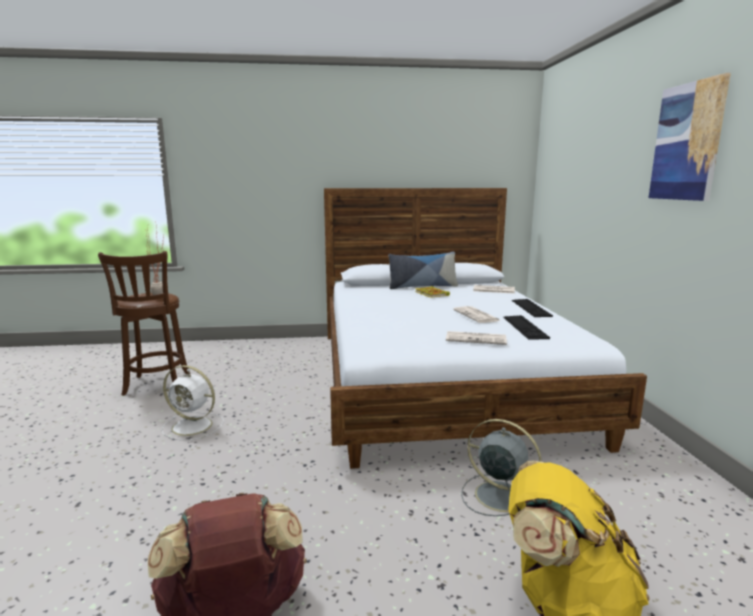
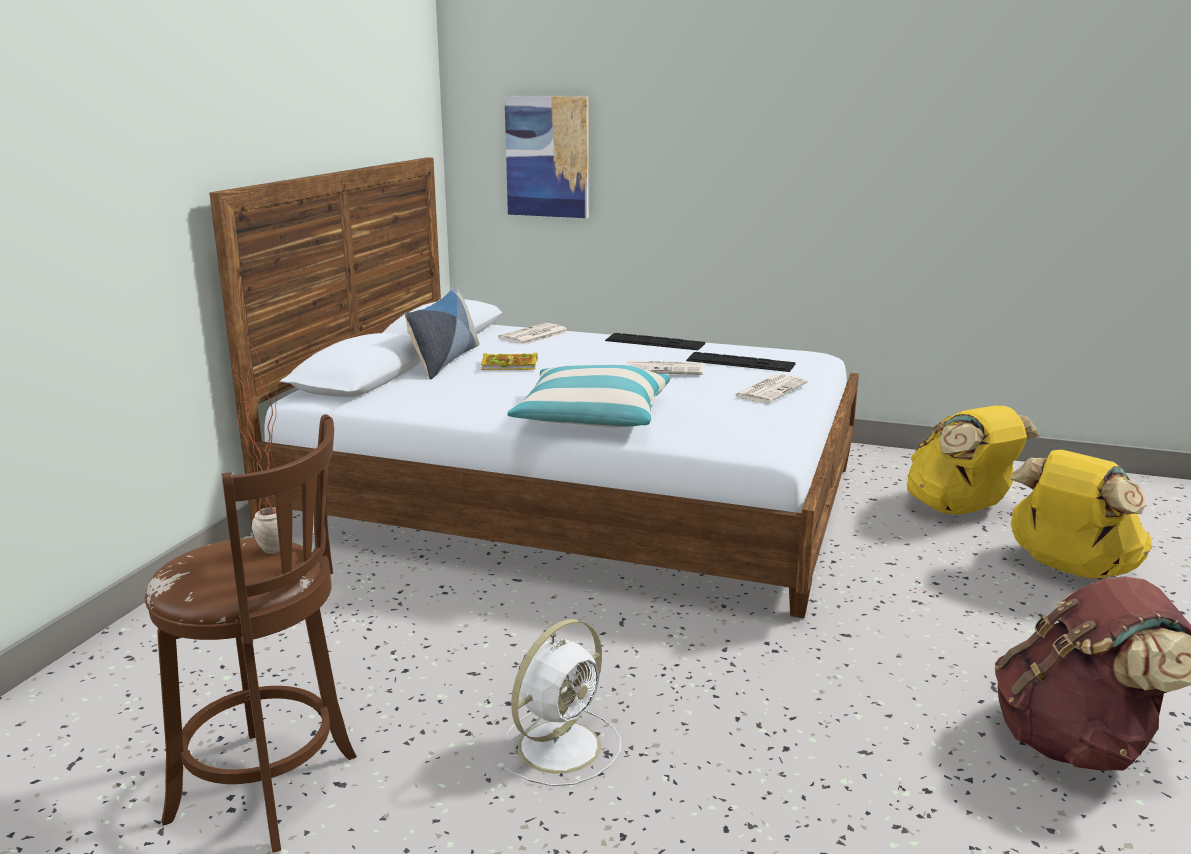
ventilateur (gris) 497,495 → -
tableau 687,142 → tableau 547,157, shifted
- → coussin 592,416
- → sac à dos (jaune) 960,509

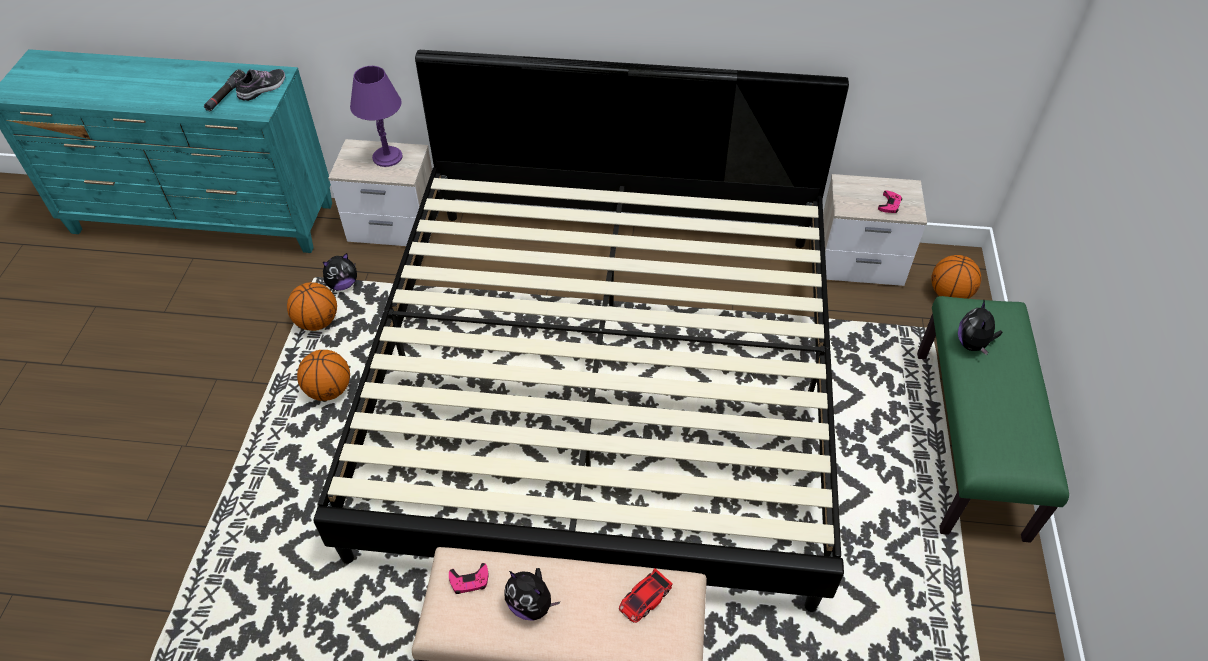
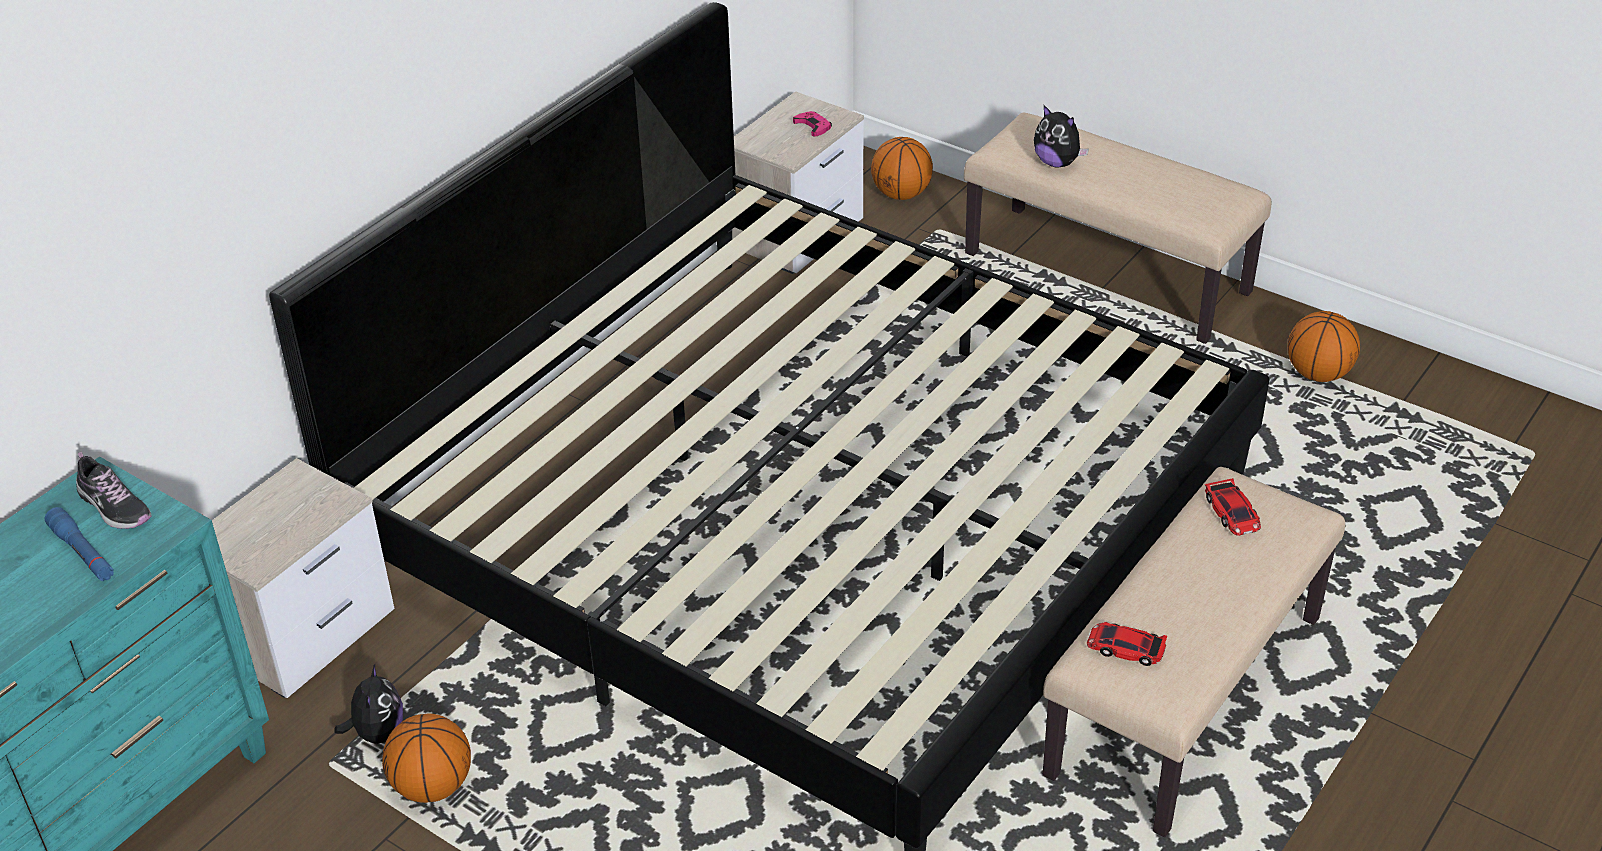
lampe de poche (noir) 226,95 → lampe de poche (bleu) 82,552
chaussure 262,89 → chaussure 114,507, 150 degrees clockwise
ballon de basket 329,390 → ballon de basket 1318,374, shifted
lampe de table (violet) 387,157 → -
manette (rose) 469,580 → petite voiture 1125,648
peluche 531,604 → -
banc (vert) 970,442 → banc (beige) 1108,273

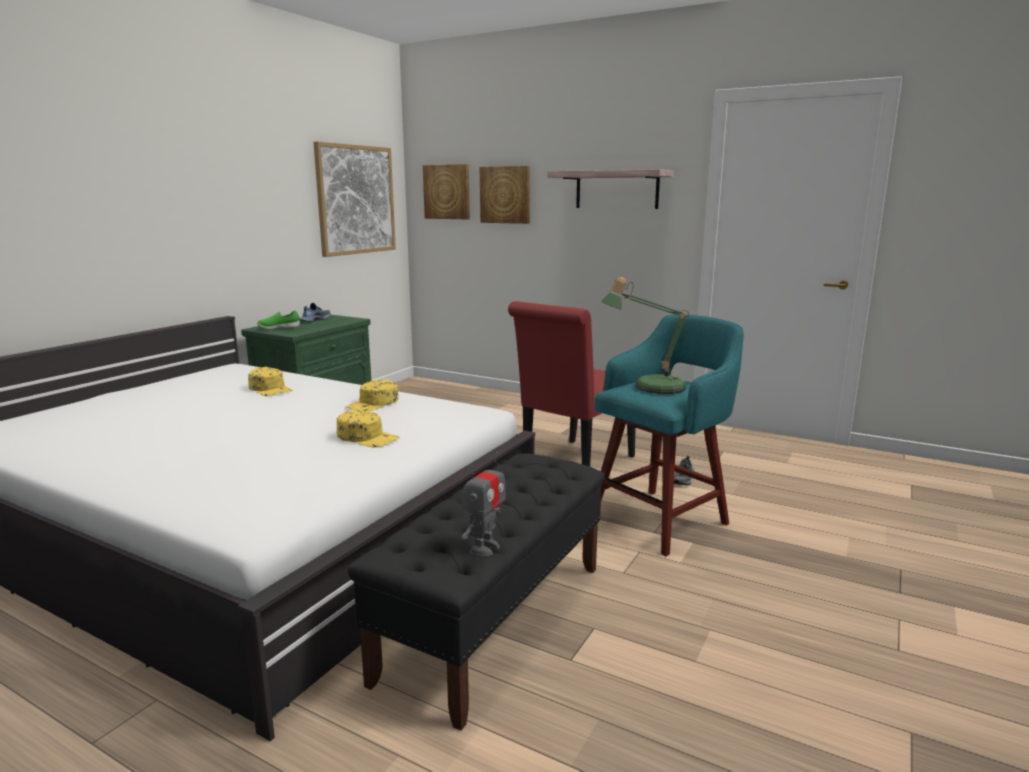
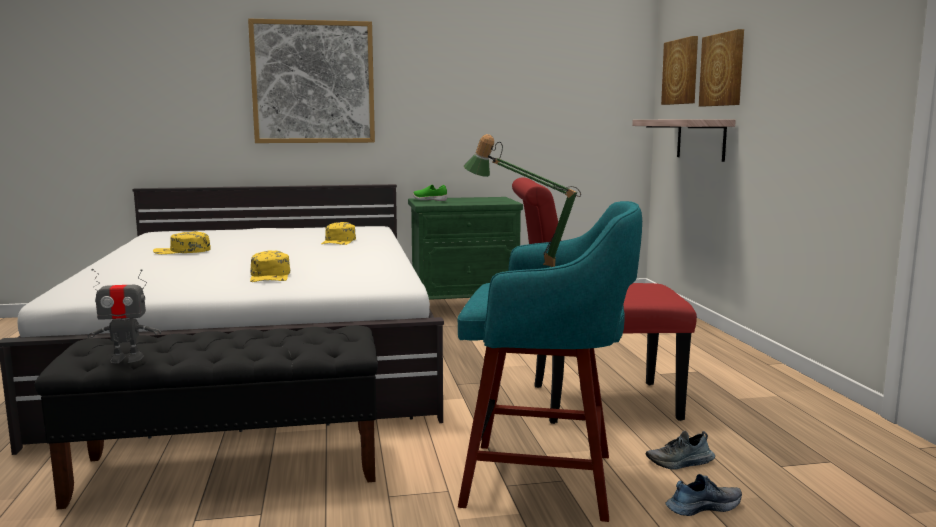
chaussure 315,320 → chaussure 702,507, shifted
tableau 356,200 → tableau 313,82, shifted
casquette (jaune) 373,404 → casquette (jaune) 182,251, shifted
étagère 617,190 → étagère 701,139, shifted

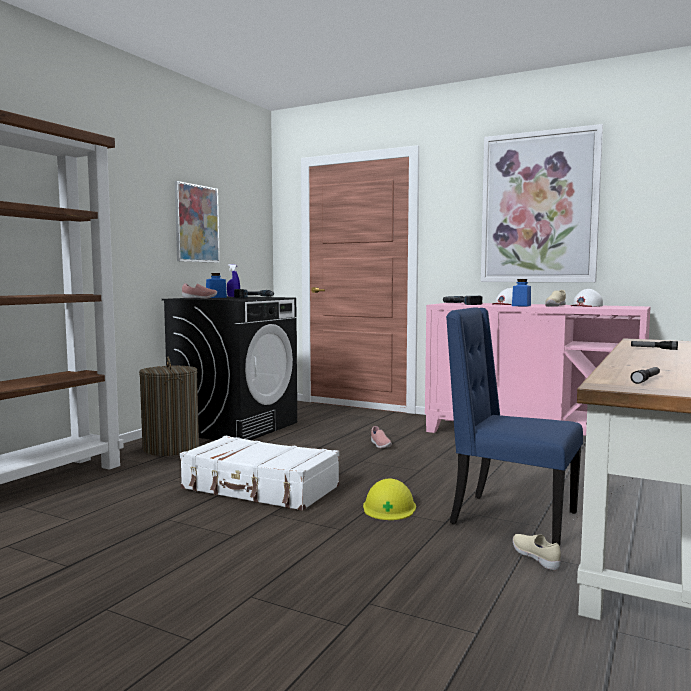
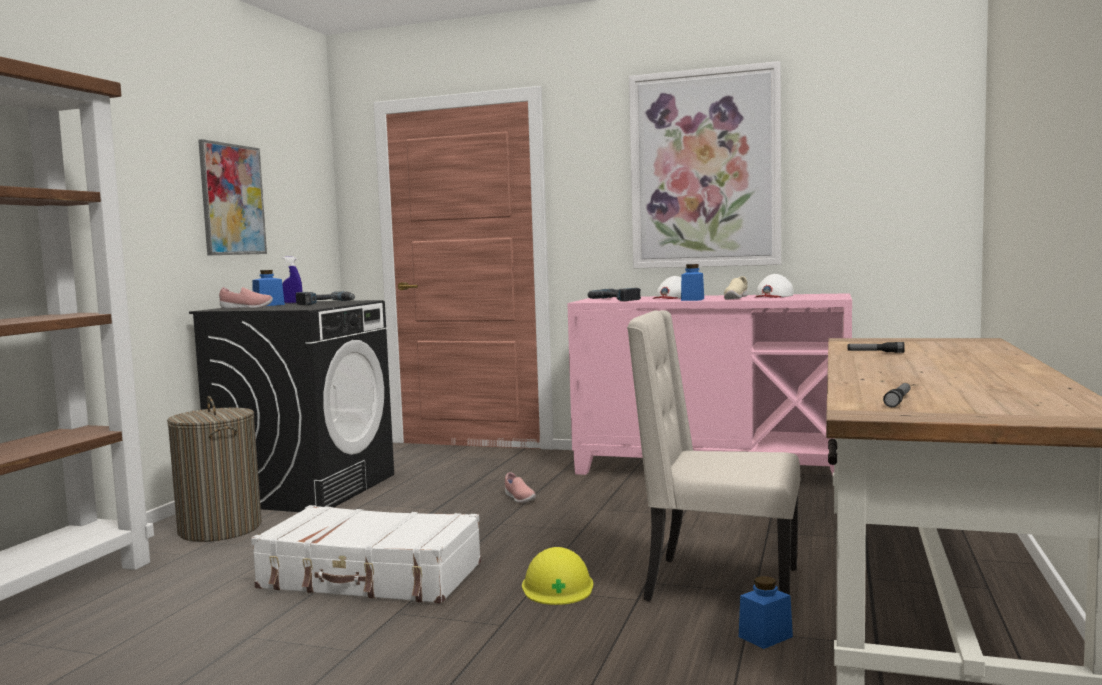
chaise (bleu) 510,518 → chaise (beige) 718,585
chaussure (beige) 536,558 → bocal (bleu) 765,636

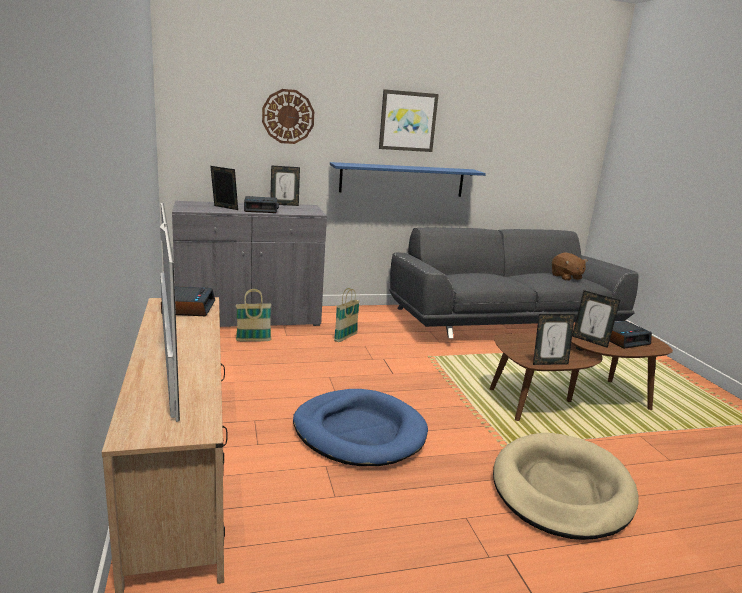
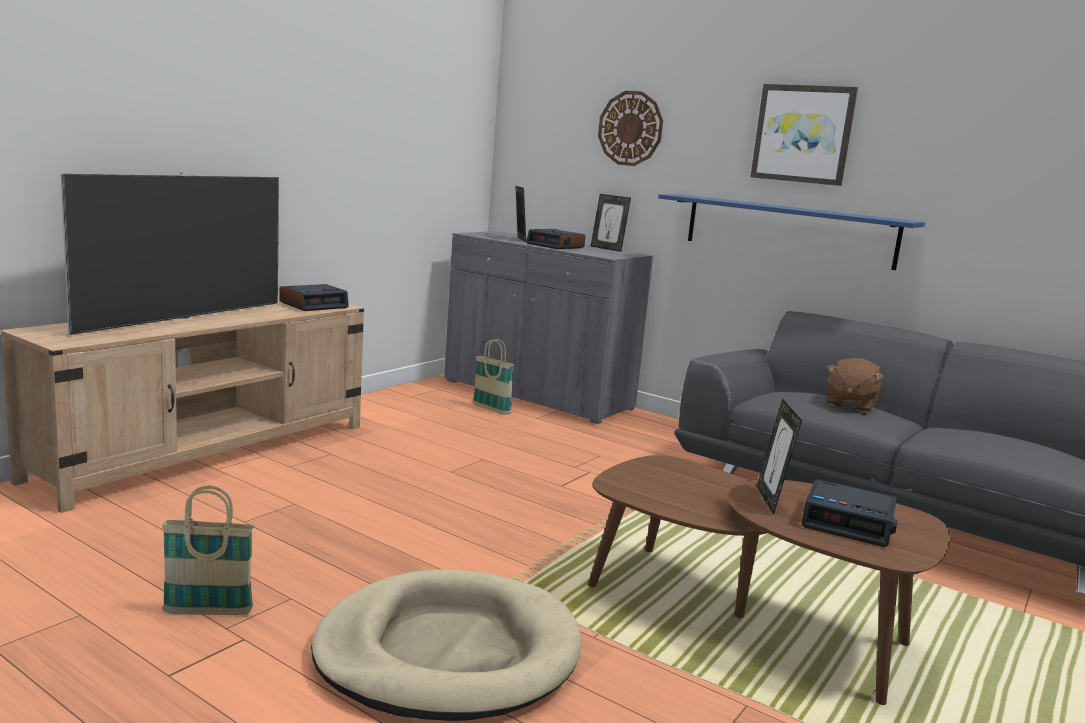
panier pour chien (bleu) 359,432 → -
panier 345,337 → panier 208,612, shifted
cadre photo 549,363 → -
peluche (marron) 566,277 → peluche (marron) 850,405, shifted

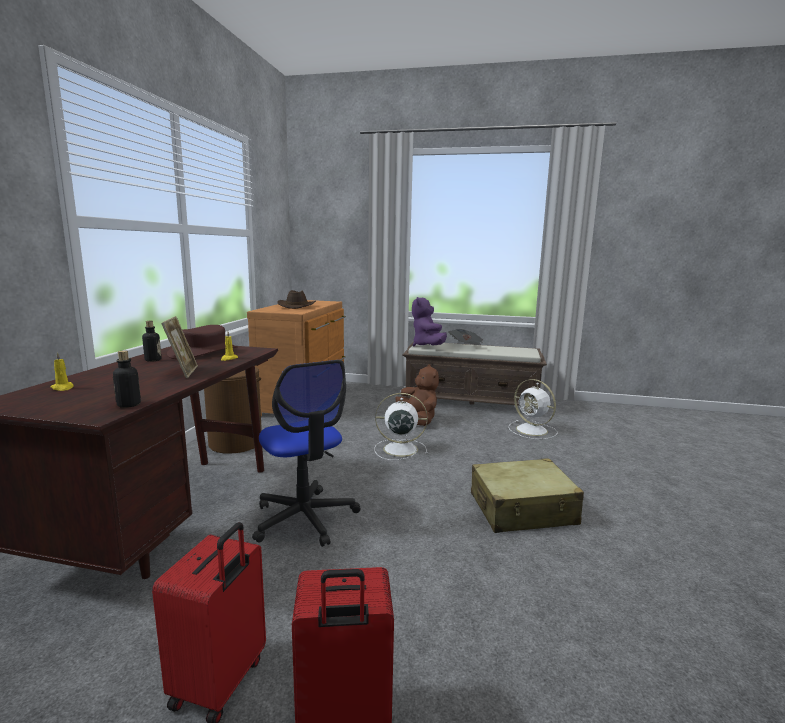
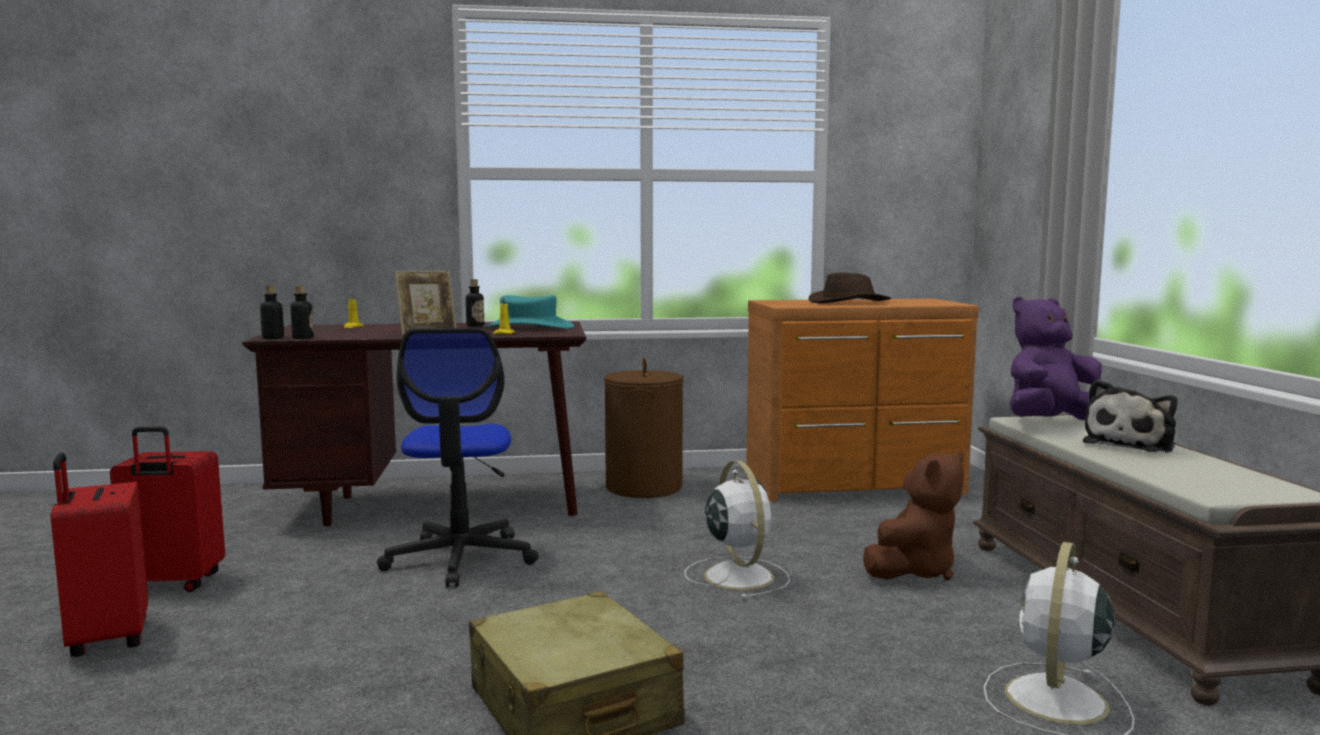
chapeau (marron) 204,352 → chapeau (turquoise) 529,328
chaise de bureau 305,518 → chaise de bureau 460,559, 45 degrees counterclockwise
journal 466,347 → peluche 1131,444
- → bouteille 273,338

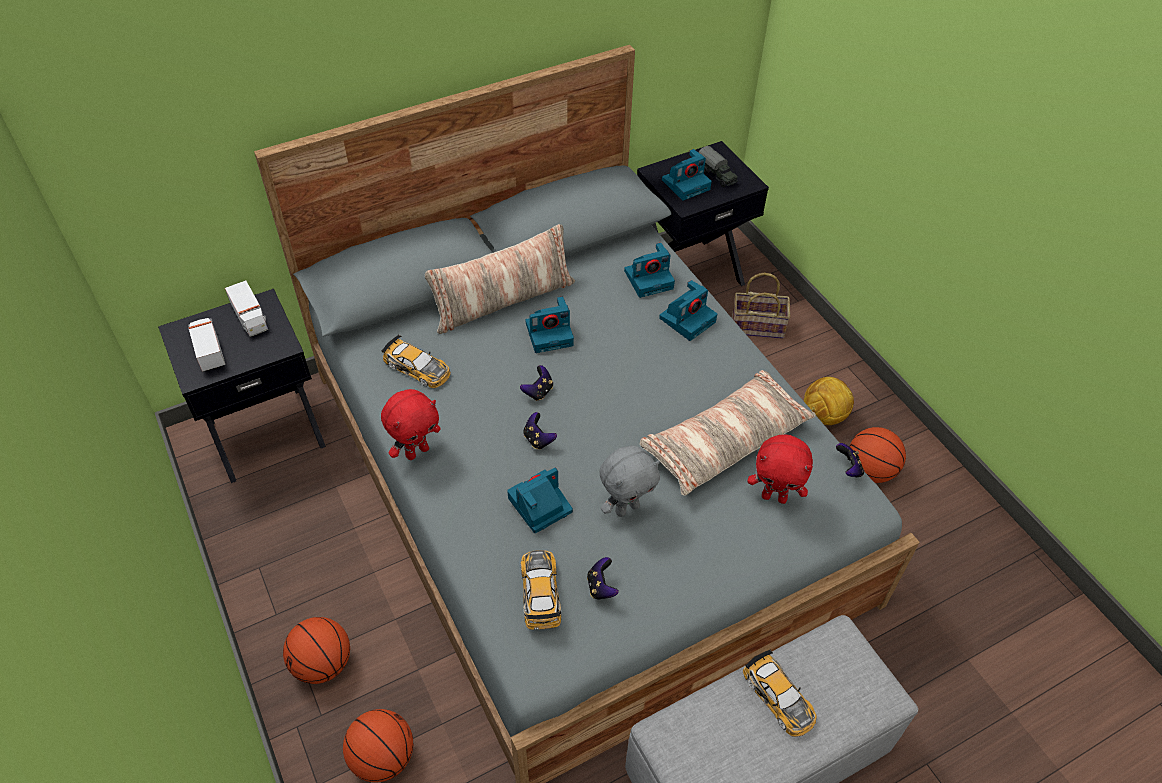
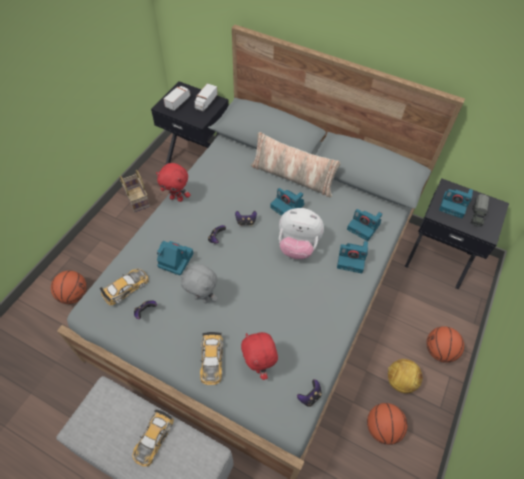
ballon de basket 323,663 → ballon de basket 439,351, shifted
petite voiture 417,368 → petite voiture 211,360, shifted
coussin 724,441 → -
panier 759,326 → panier 138,199, shifted
- → peluche 297,246

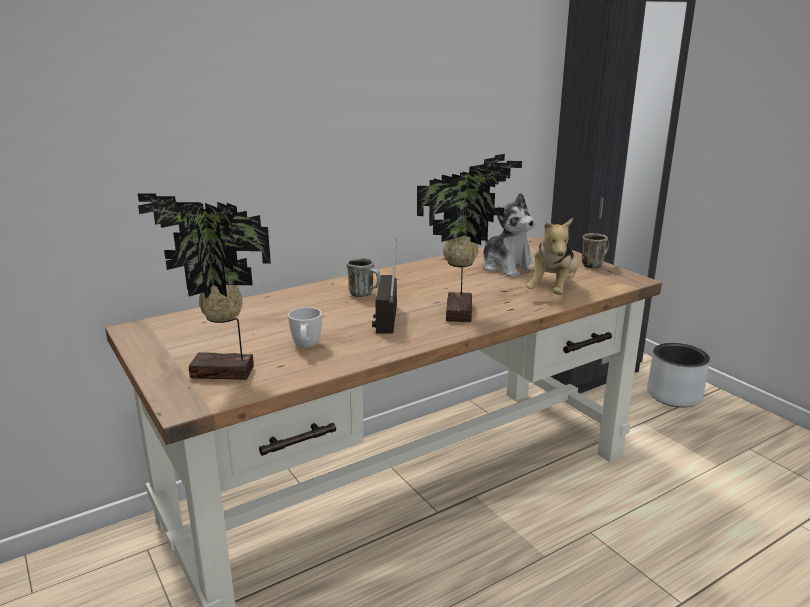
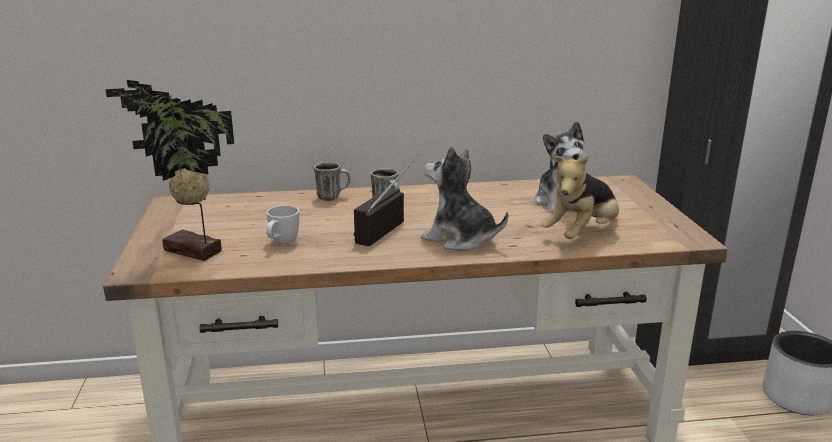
plante en pot 462,312 → peluche 460,239
mug 593,264 → mug 333,197, shifted

